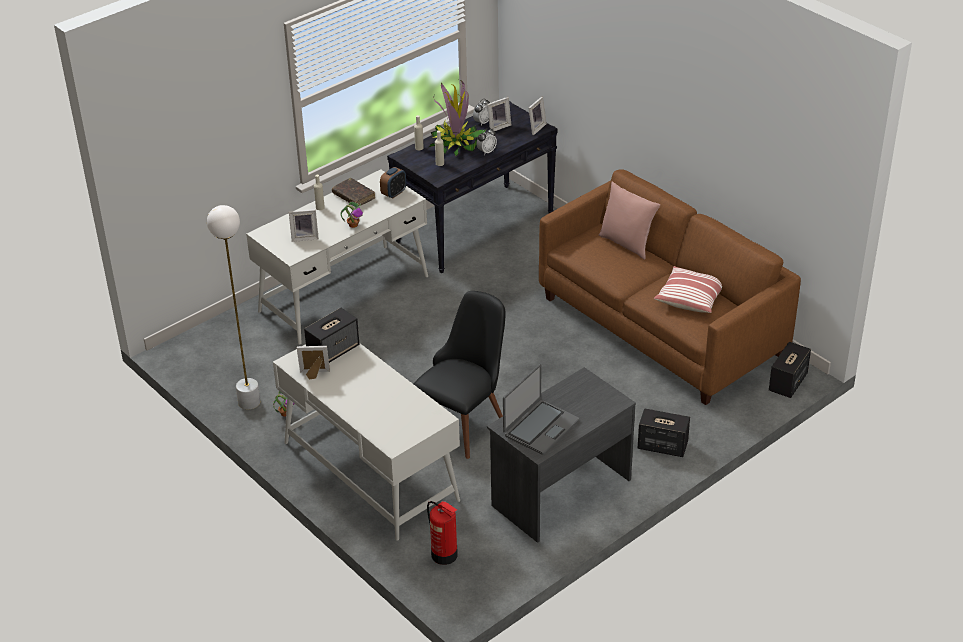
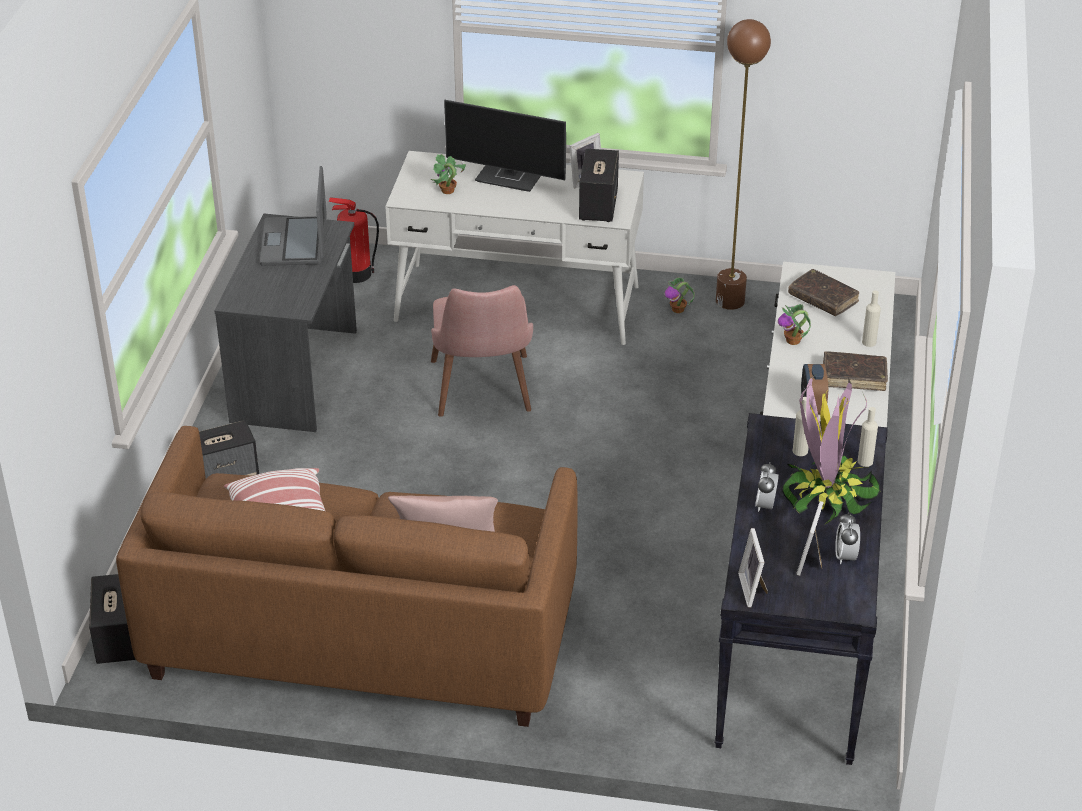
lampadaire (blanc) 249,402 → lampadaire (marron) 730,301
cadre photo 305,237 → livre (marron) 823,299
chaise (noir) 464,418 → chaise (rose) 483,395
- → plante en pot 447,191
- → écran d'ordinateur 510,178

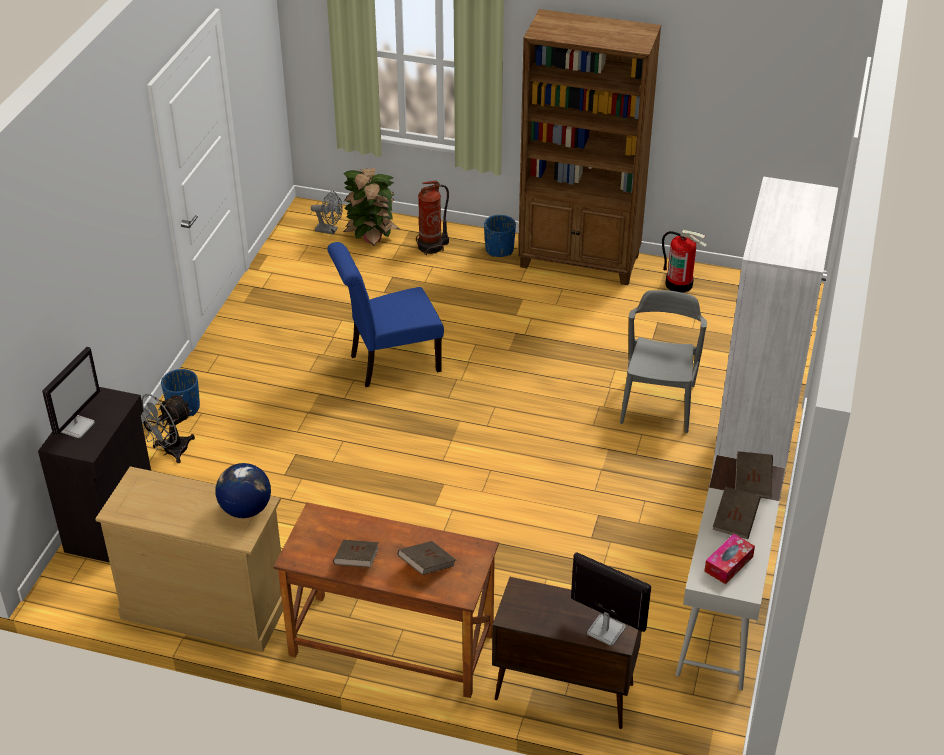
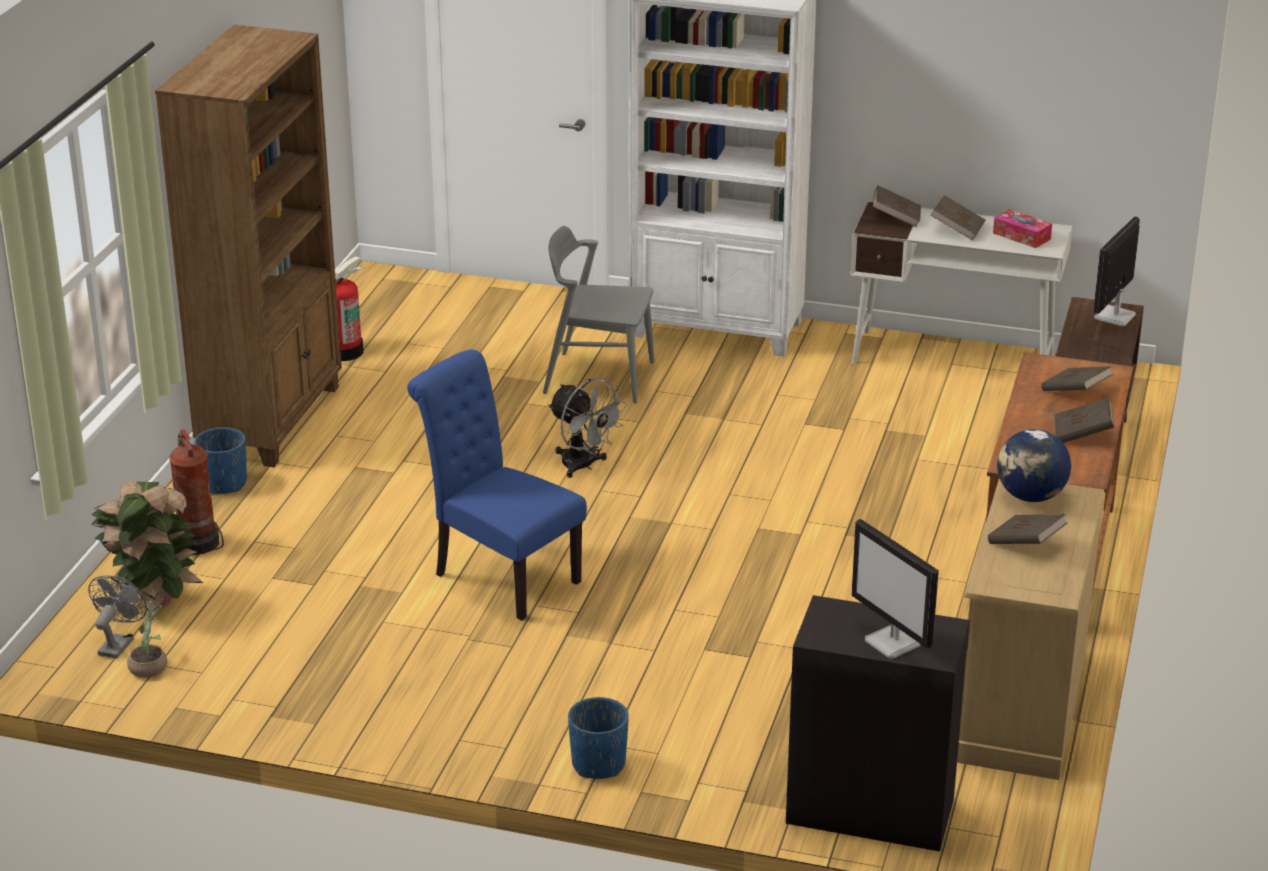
écran d'ordinateur 77,426 → écran d'ordinateur 893,643, 150 degrees counterclockwise
ventilateur (gris) 170,452 → ventilateur (gris) 584,466, shifted
chaise (bleu) 389,364 → chaise (bleu) 499,575, 150 degrees clockwise
- → plante en pot 151,665
- → livre (marron) 1025,544

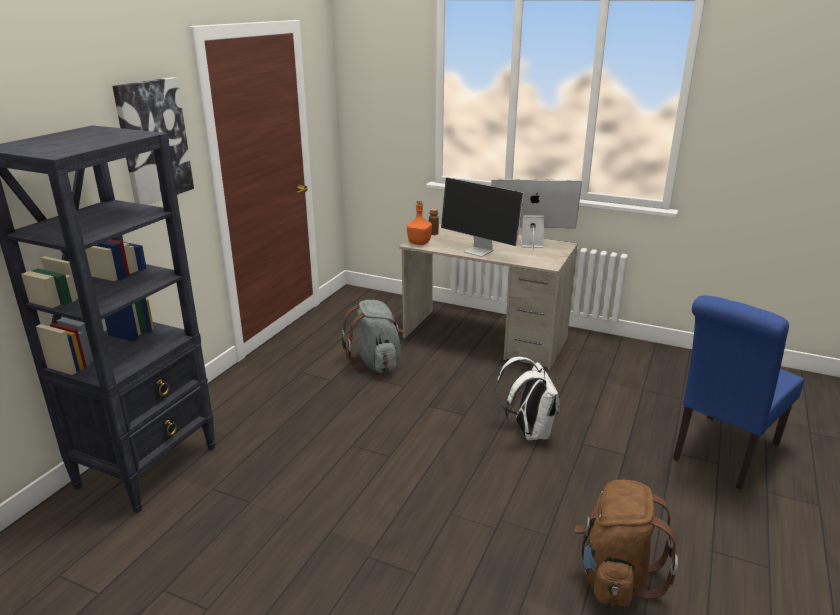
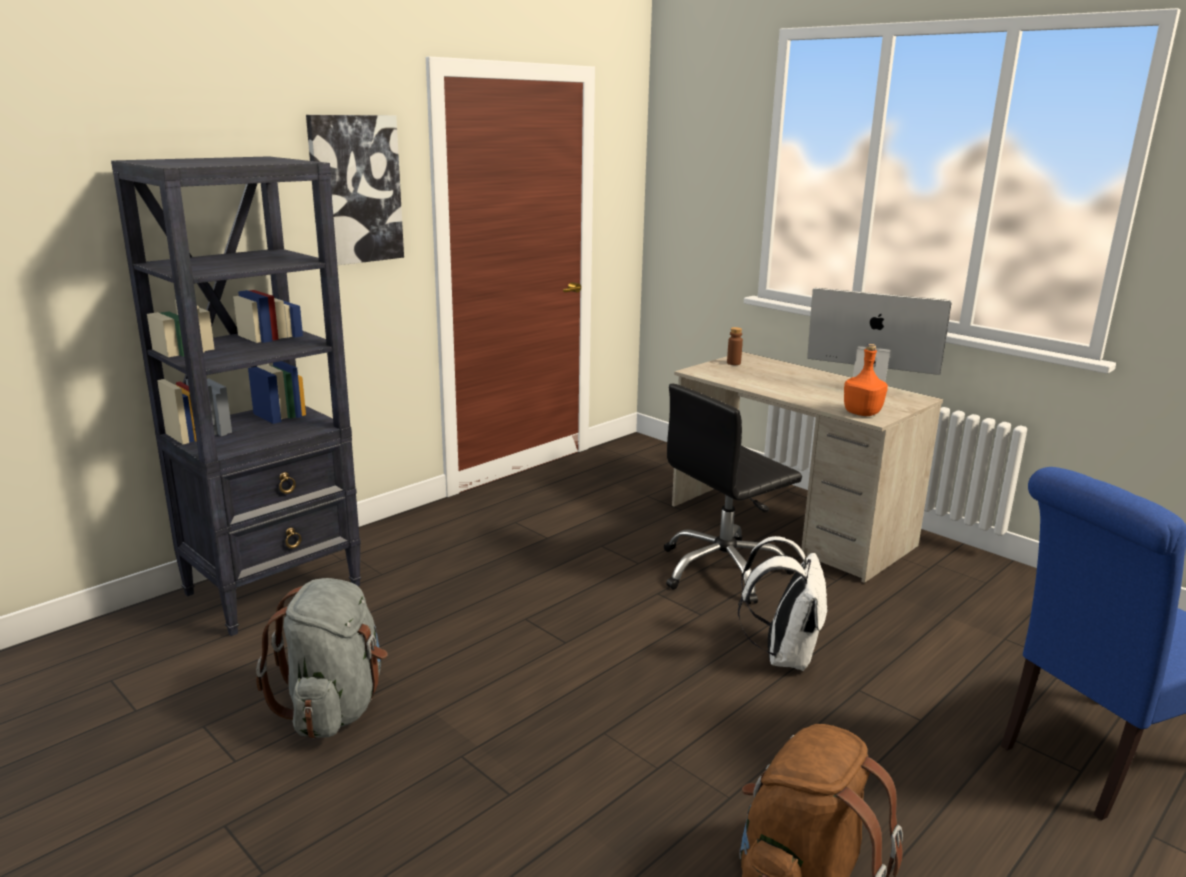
sac à dos (gris) 376,363 → sac à dos (gris) 334,707, shifted
bouteille (orange) 419,243 → bouteille (orange) 862,413, shifted
écran d'ordinateur 480,251 → -
- → chaise de bureau (noir) 723,570

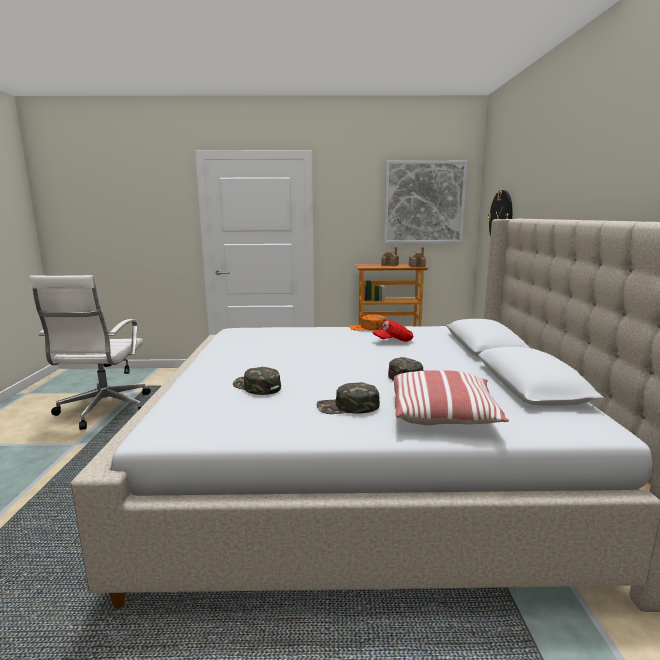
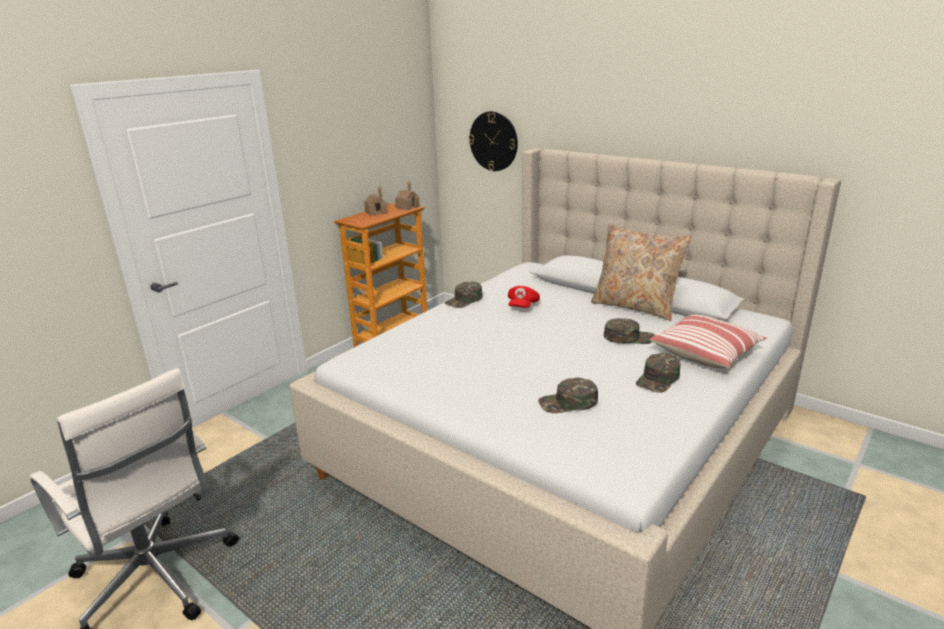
casquette (orange) 368,328 → casquette (vert) 464,300
tableau 424,202 → -
- → coussin (beige) 635,306

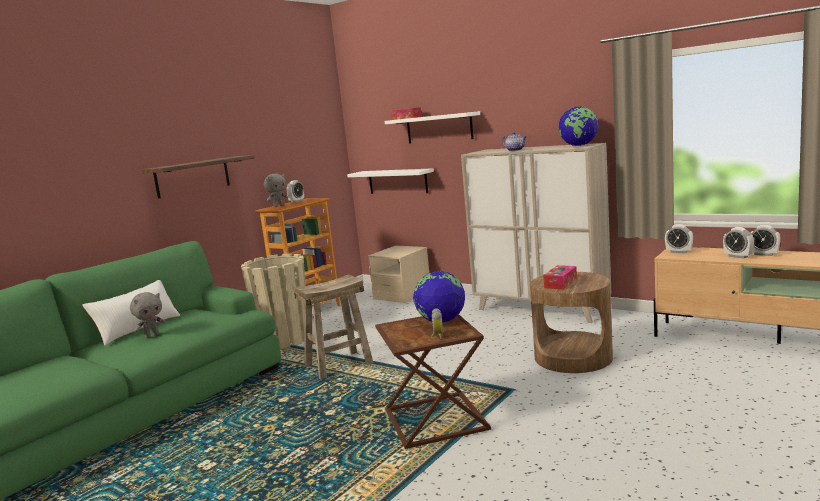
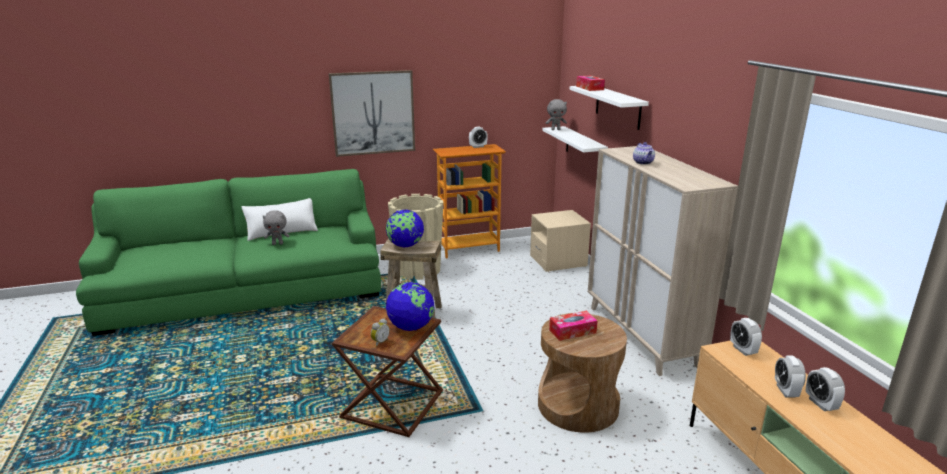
étagère 192,177 → tableau 373,113
peluche (gris) 278,206 → peluche (gris) 555,129, shifted
globe 579,145 → globe 405,246, shifted

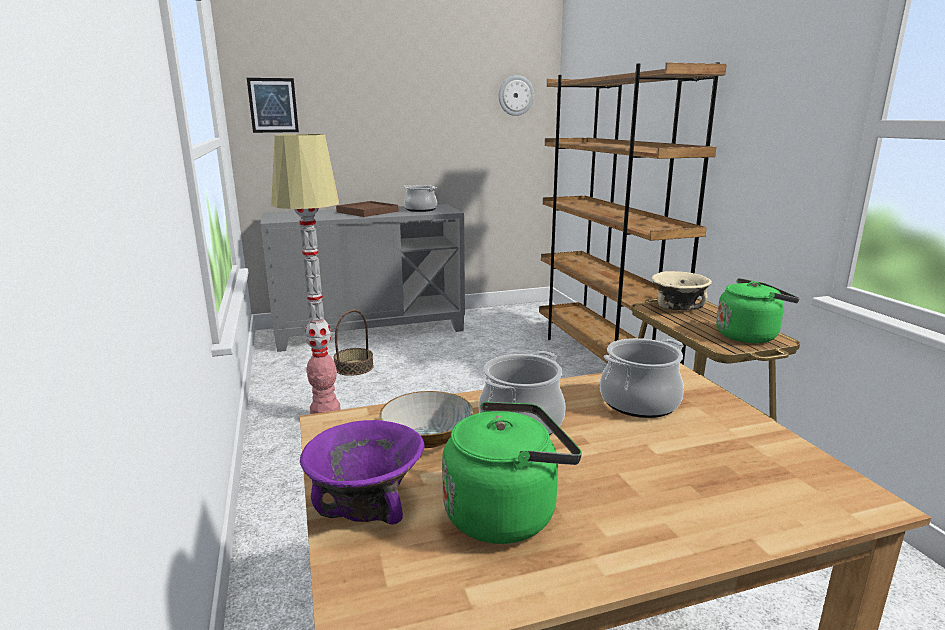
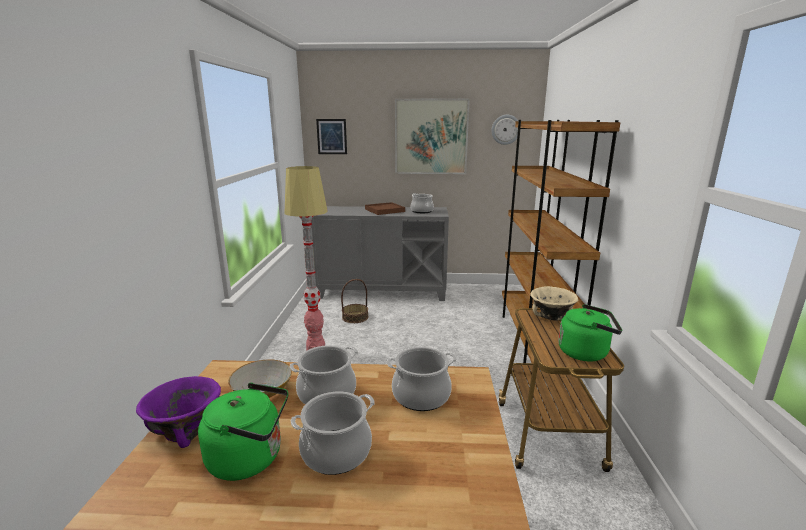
- → marmite 336,451
- → tableau 431,137

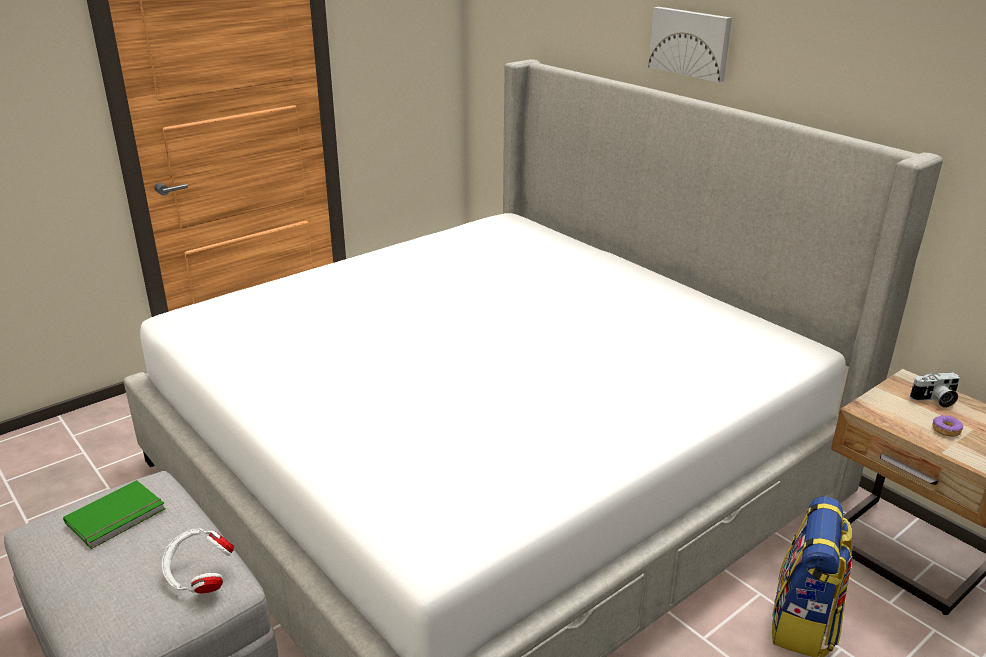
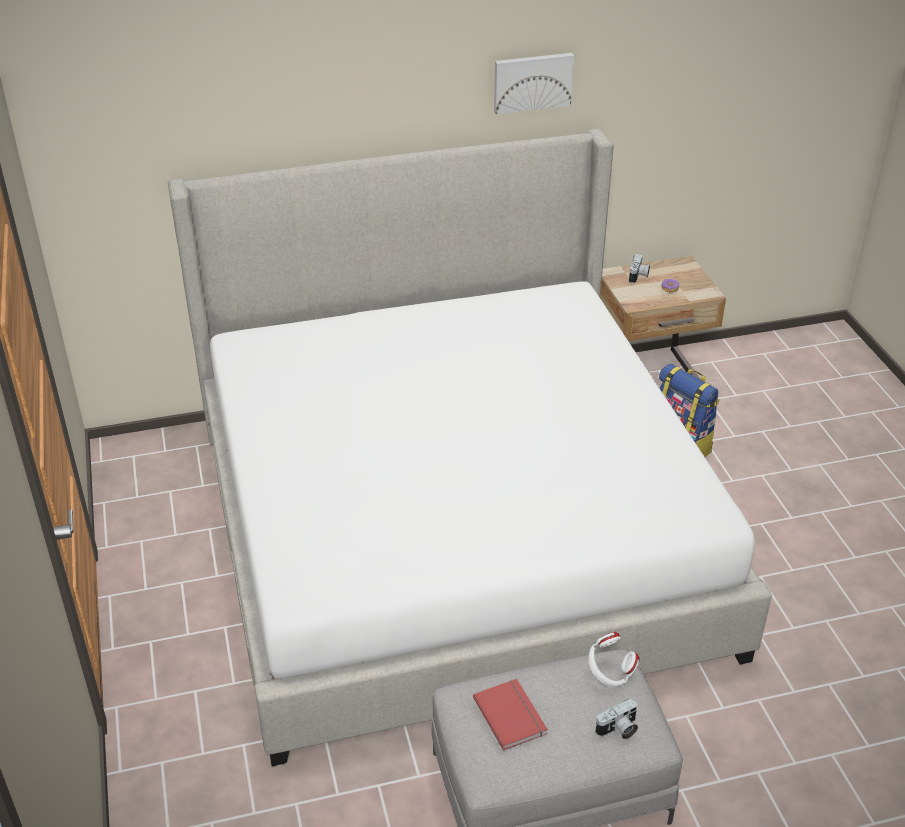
livre (vert) 117,517 → livre (rouge) 511,715
tableau 690,43 → tableau 532,82, shifted
- → appareil photo 618,729

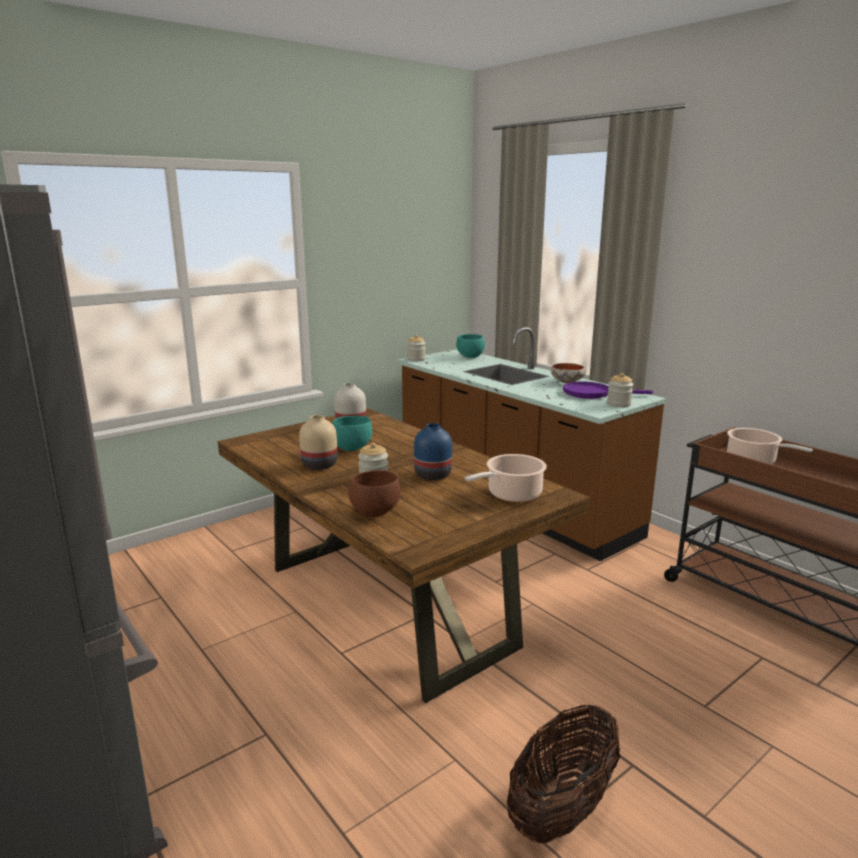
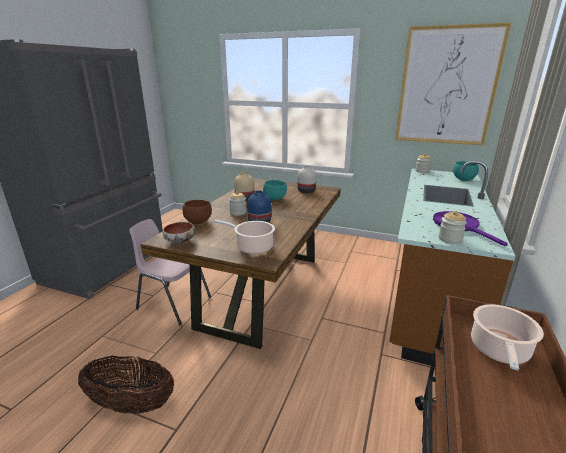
bol 567,382 → bol 180,241, shifted
- → chaise (rose) 173,303
- → tableau 447,87

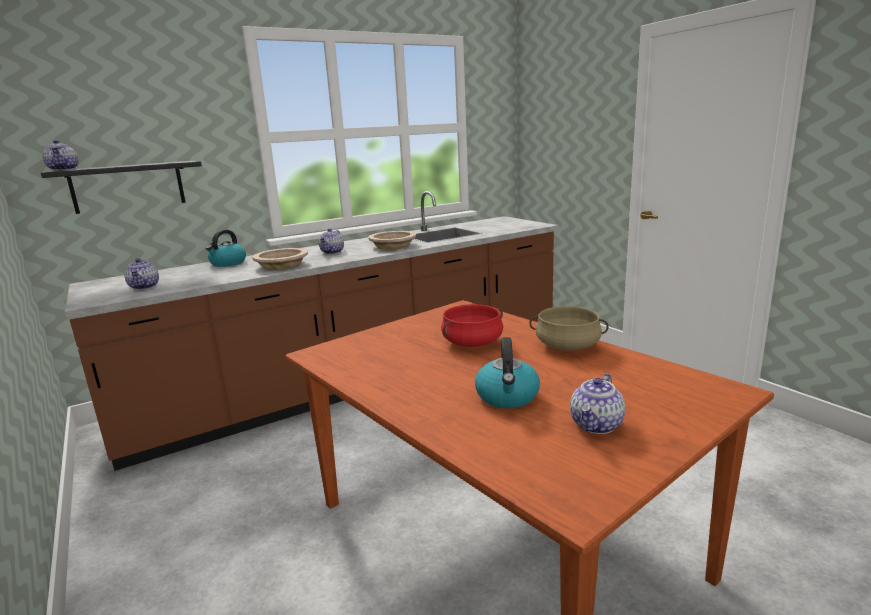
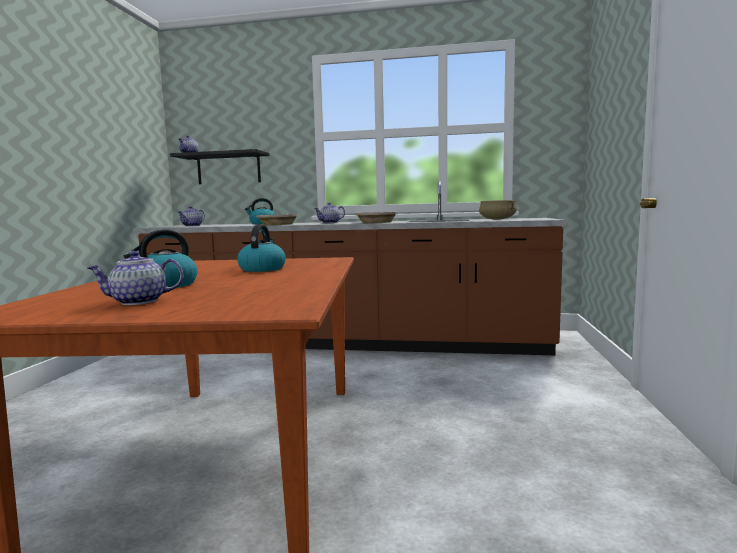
marmite (rouge) 472,343 → bouilloire 262,269
marmite (beige) 567,346 → marmite (beige) 497,219, shifted

